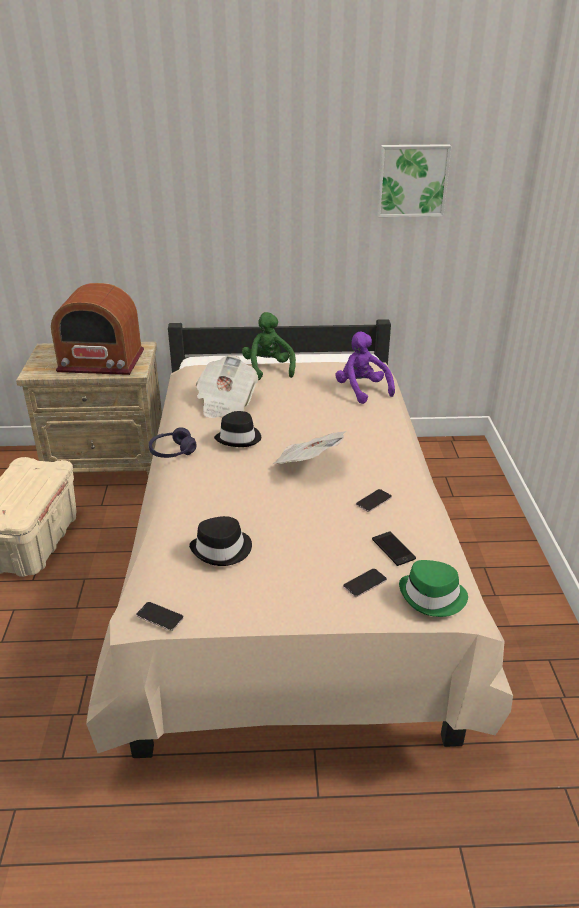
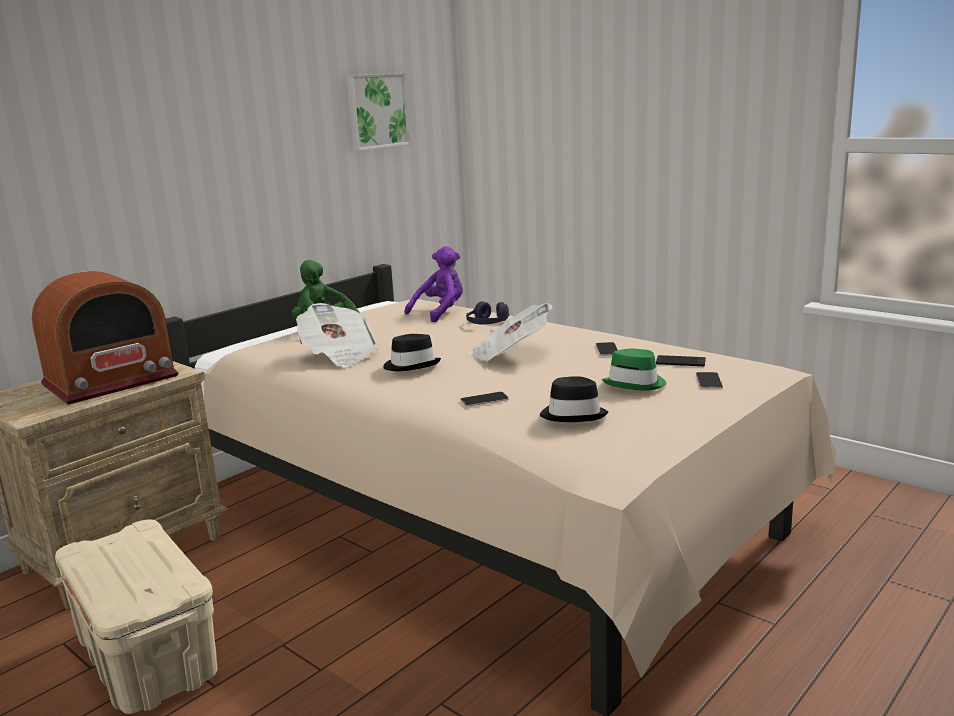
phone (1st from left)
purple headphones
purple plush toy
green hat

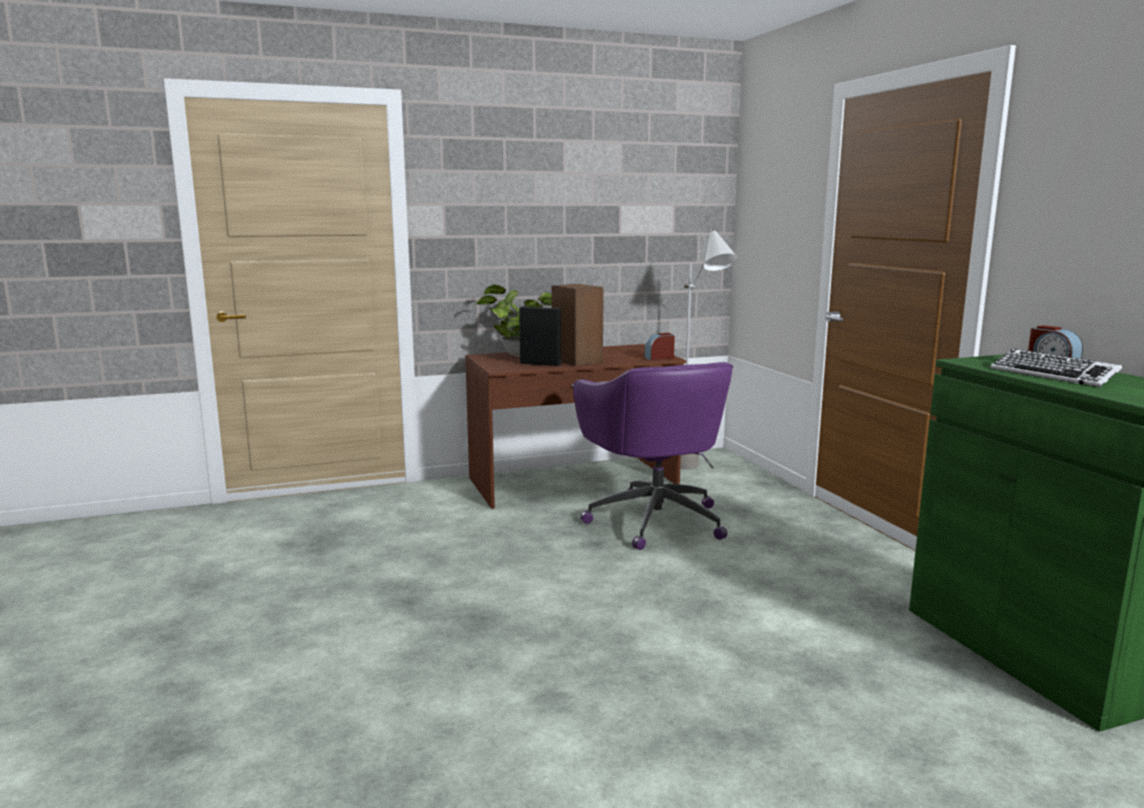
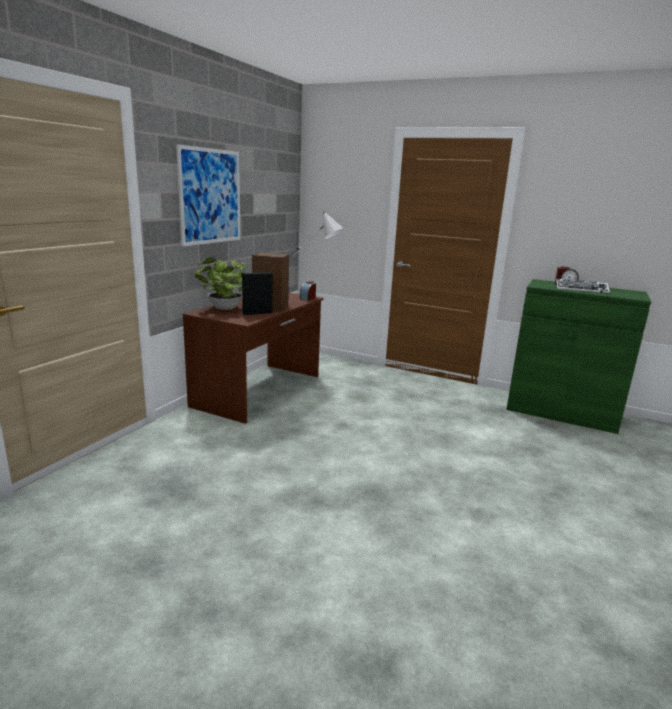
purple office chair
picture

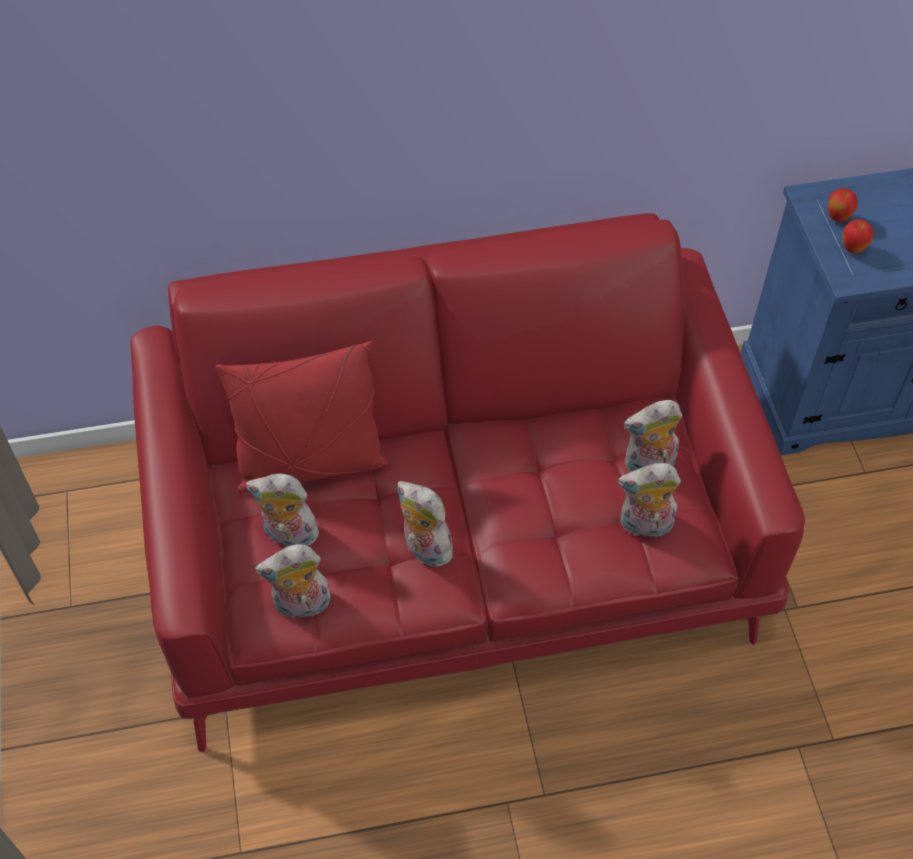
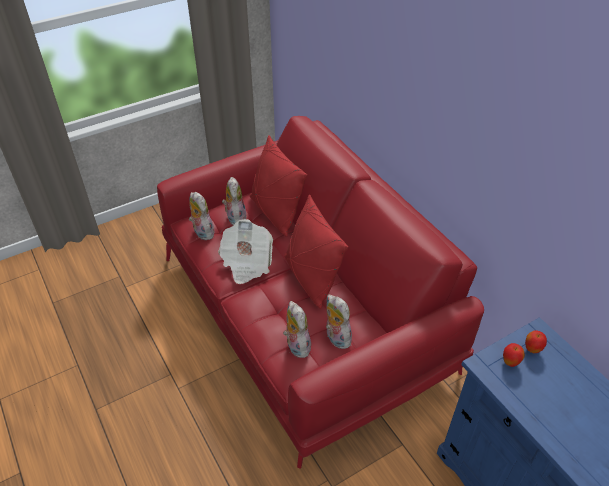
newspaper
red pillow (2nd from left)

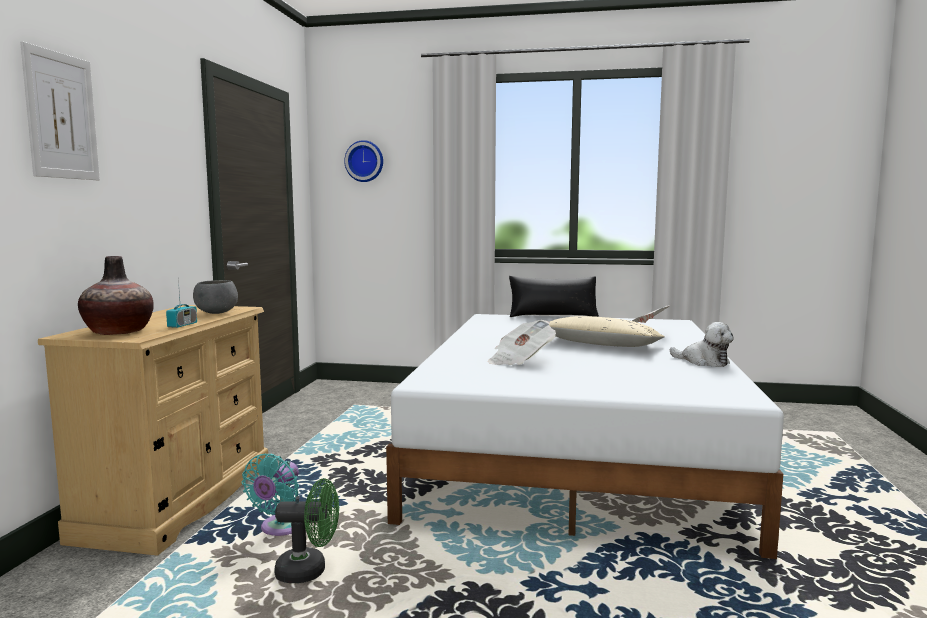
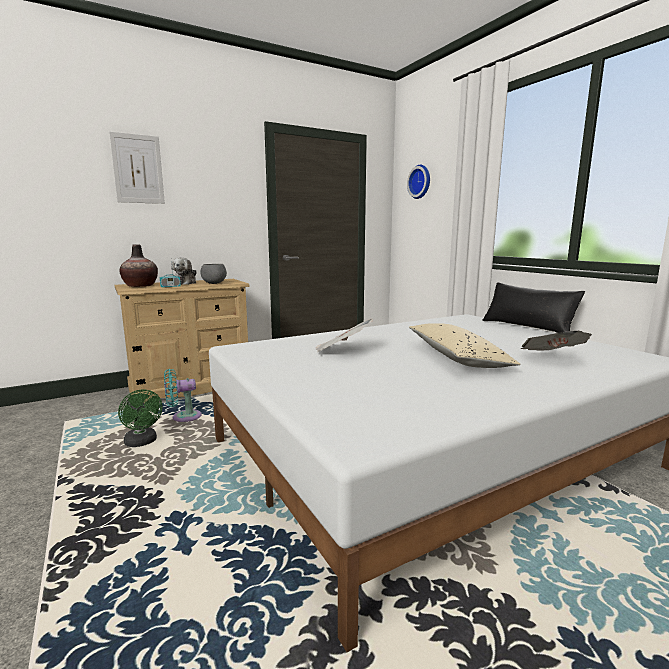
plush toy

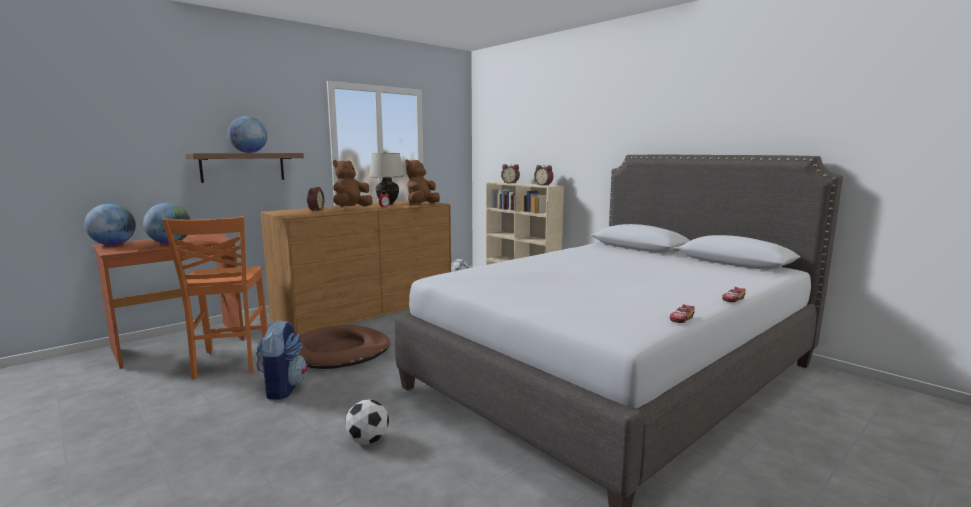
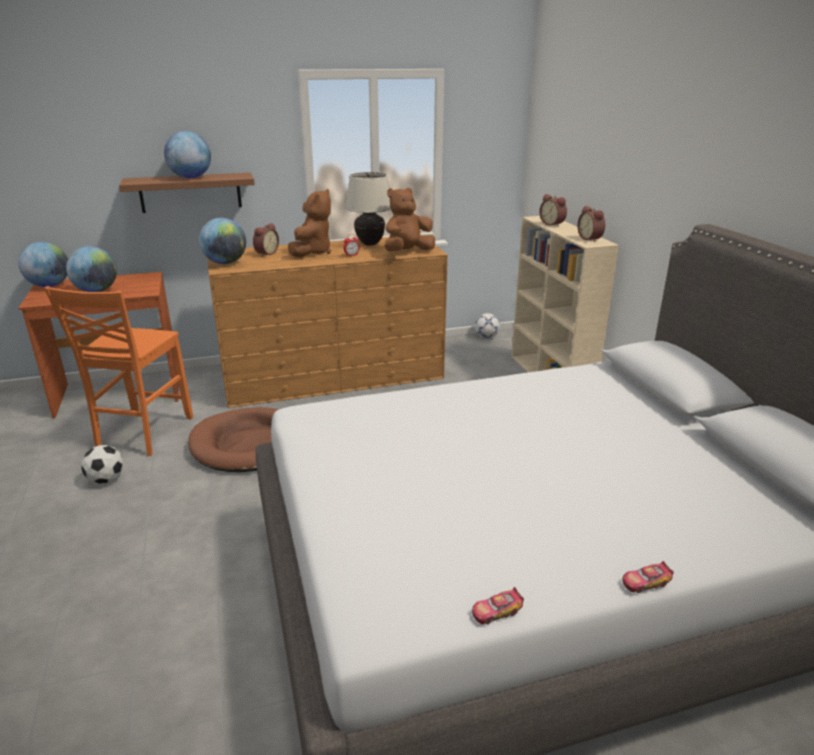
backpack
brown plush toy (1st from left)
football (1st from left)
globe (4th from left)

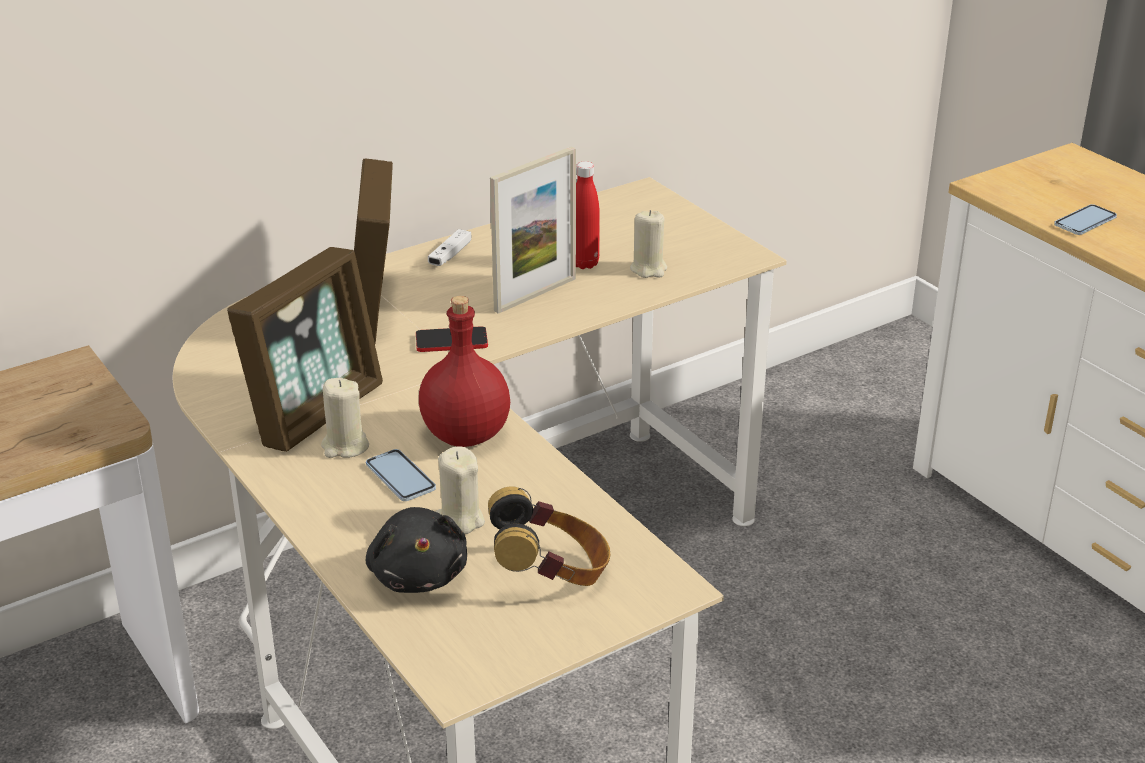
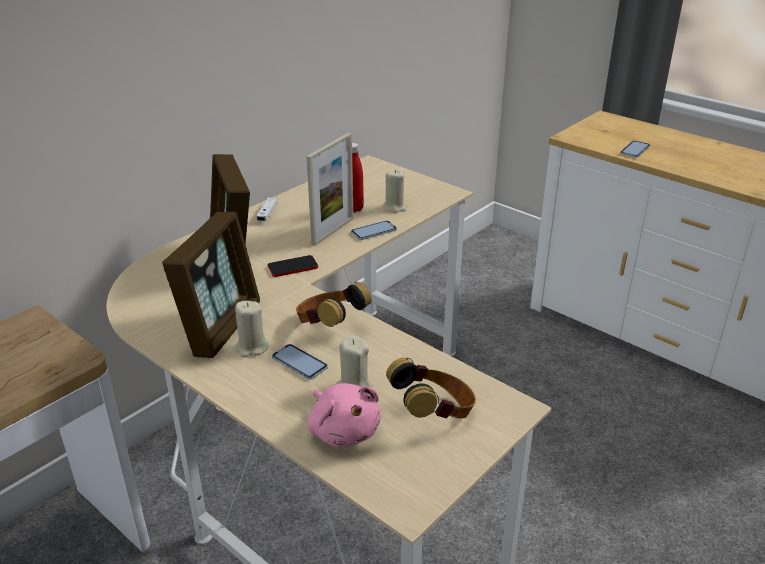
pink plush toy
headphones (1st from left)
phone (3rd from left)

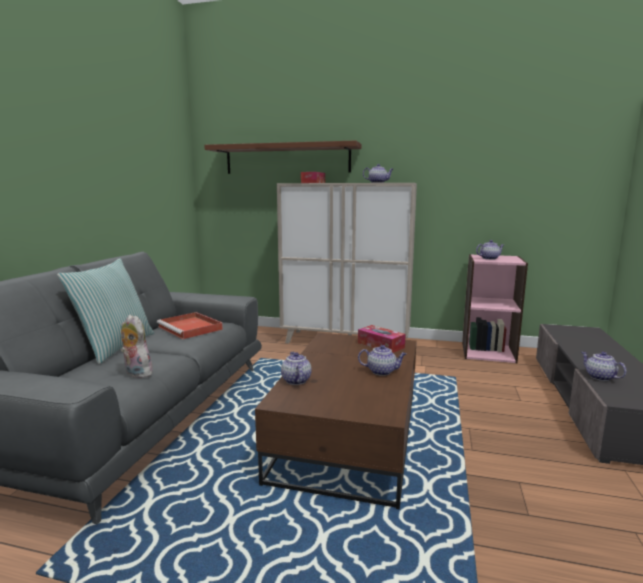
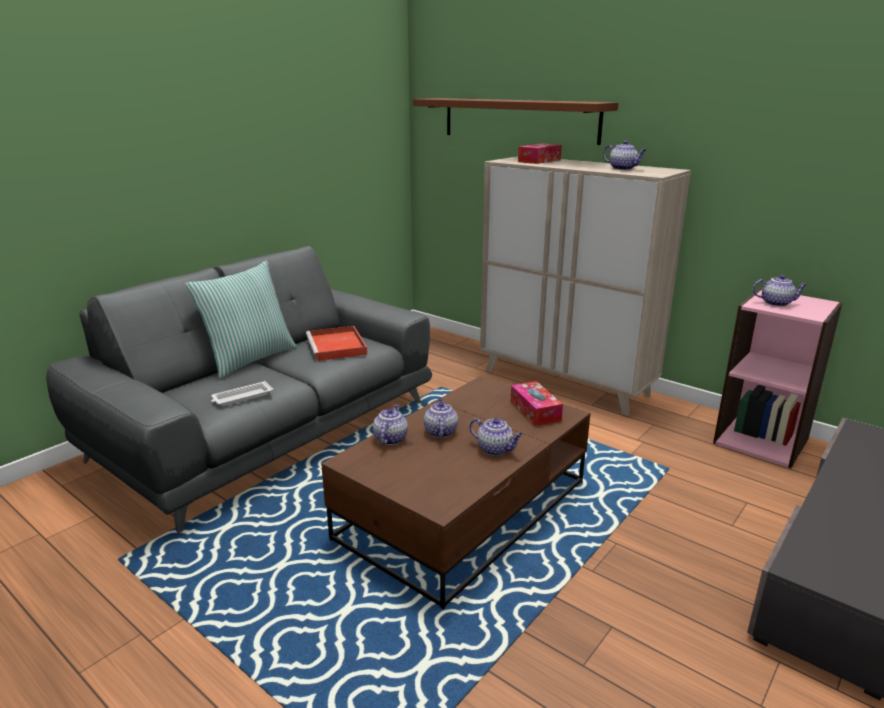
white tray
teapot (2nd from left)

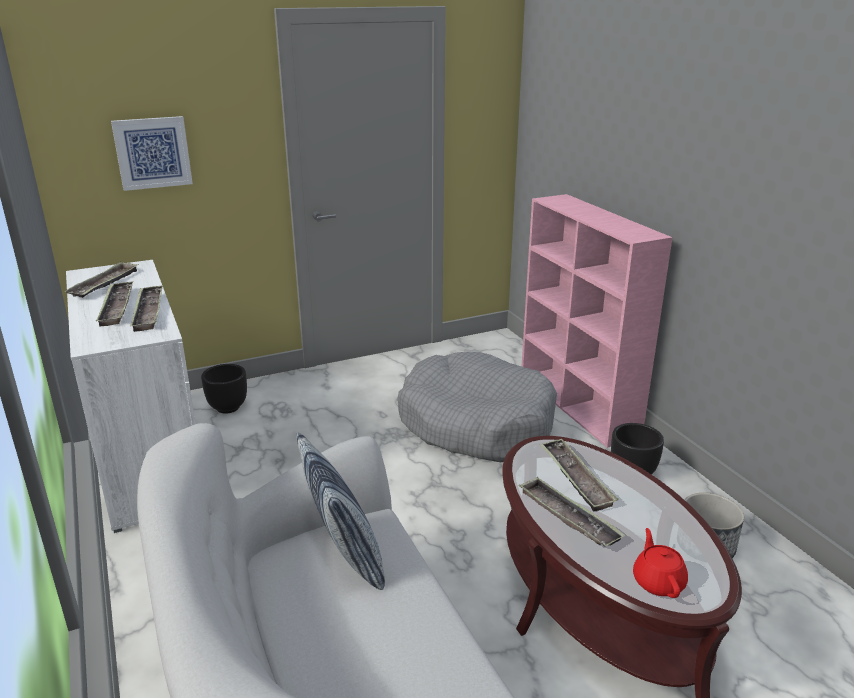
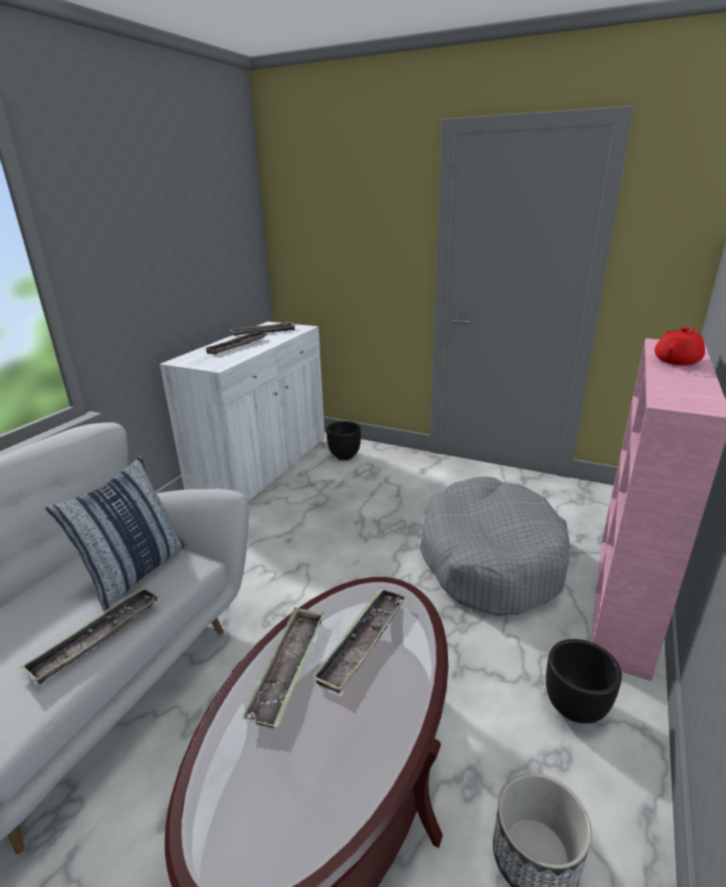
picture
tray (1st from left)
red teapot

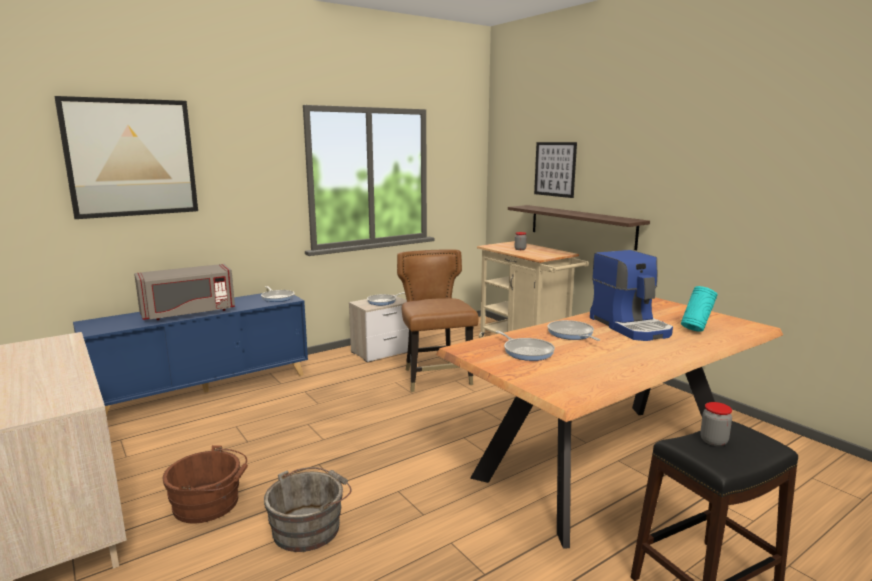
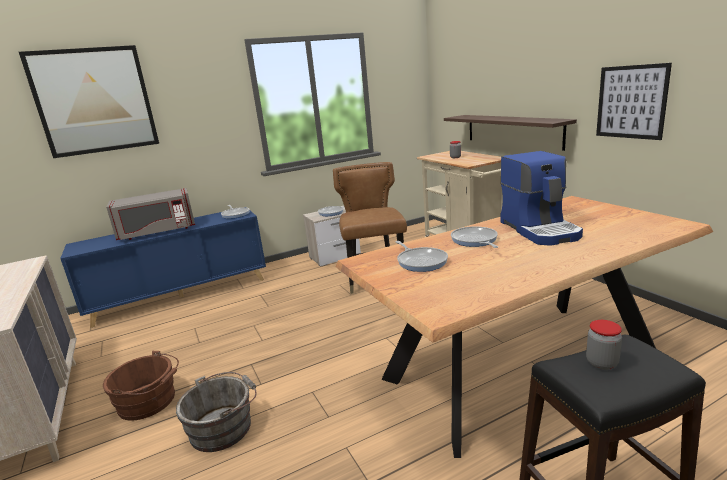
picture (2nd from left)
turquoise vase

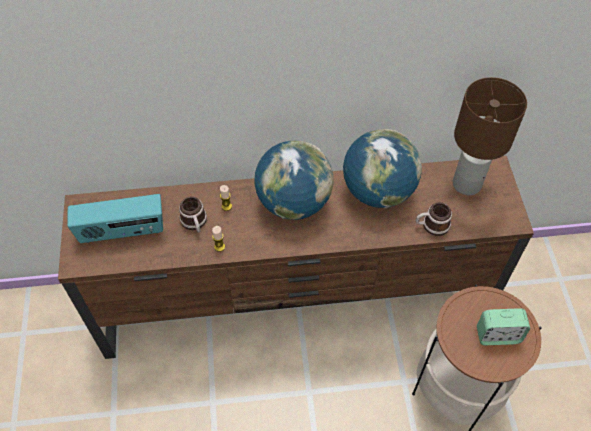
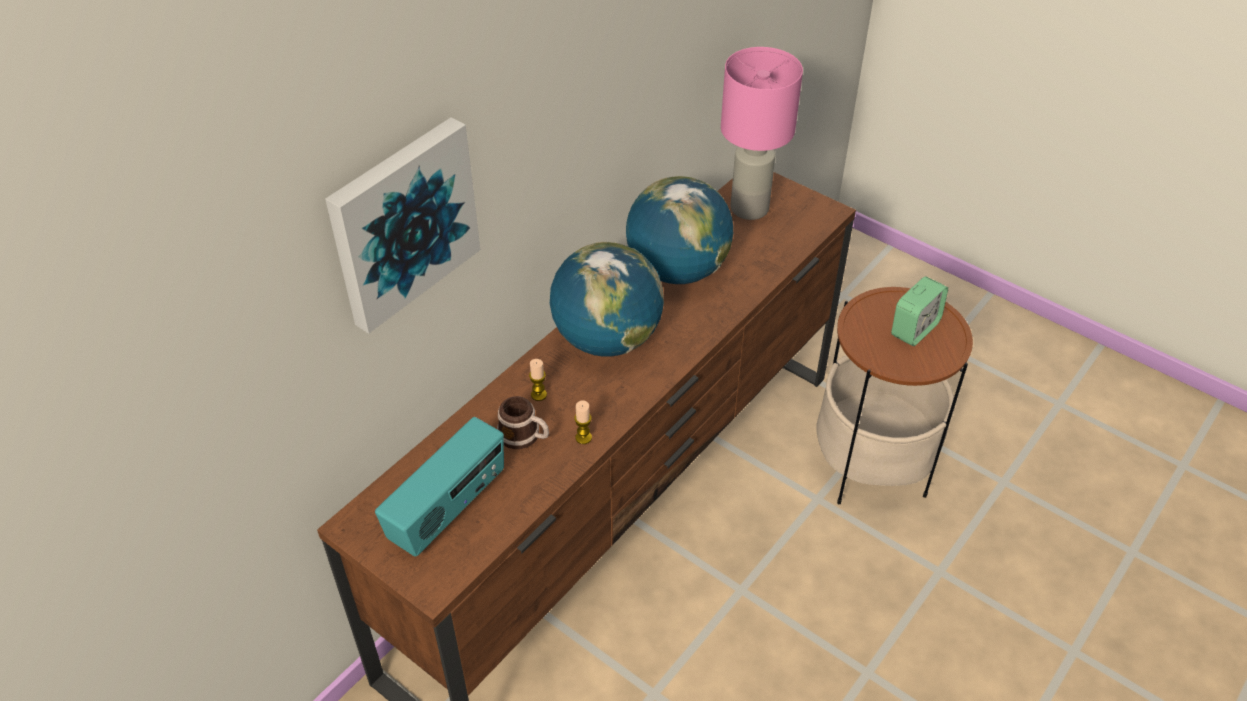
mug (2nd from left in the first image)
pink table lamp
picture

